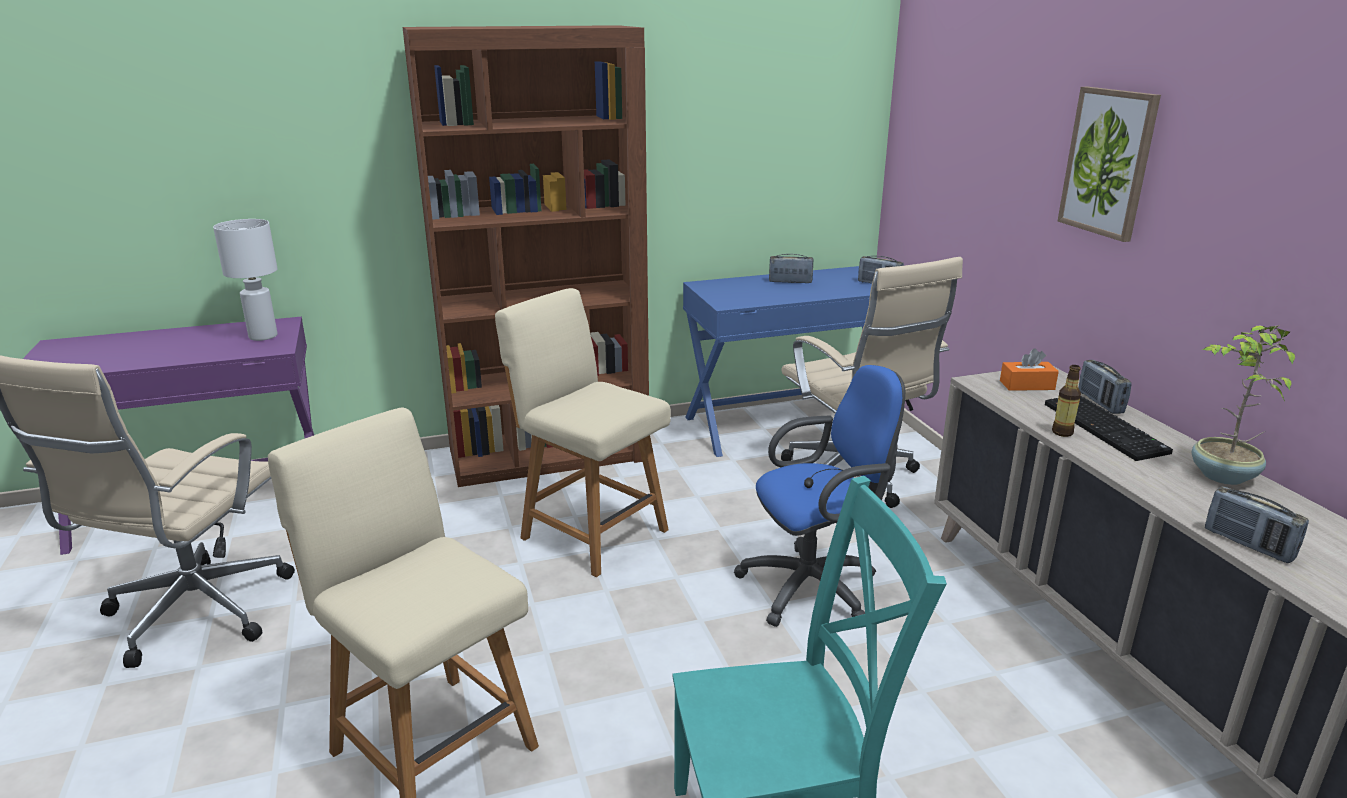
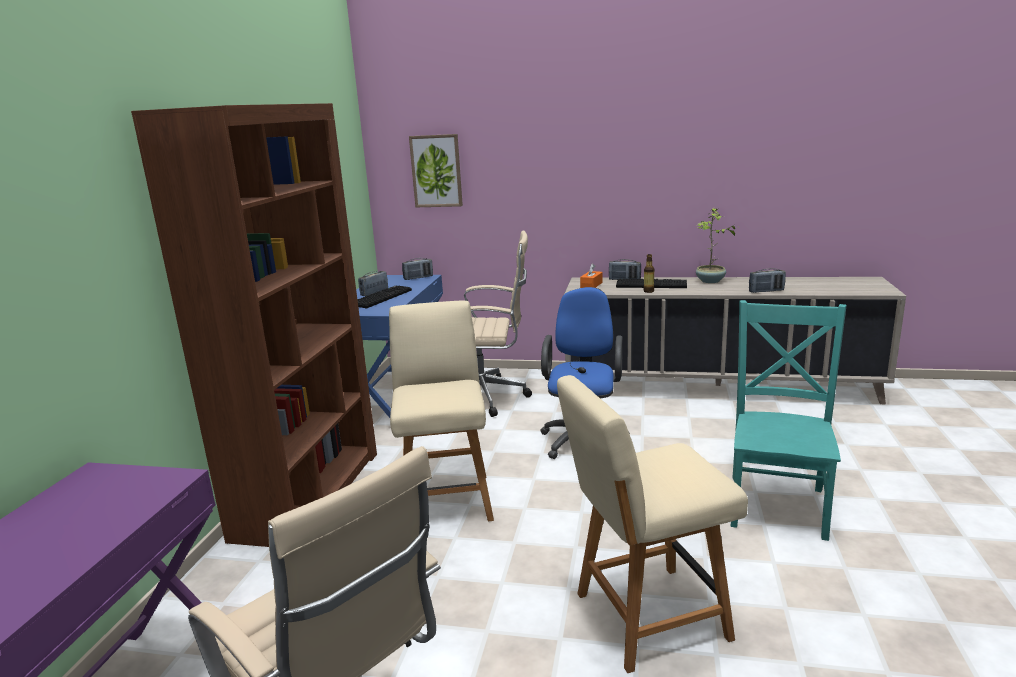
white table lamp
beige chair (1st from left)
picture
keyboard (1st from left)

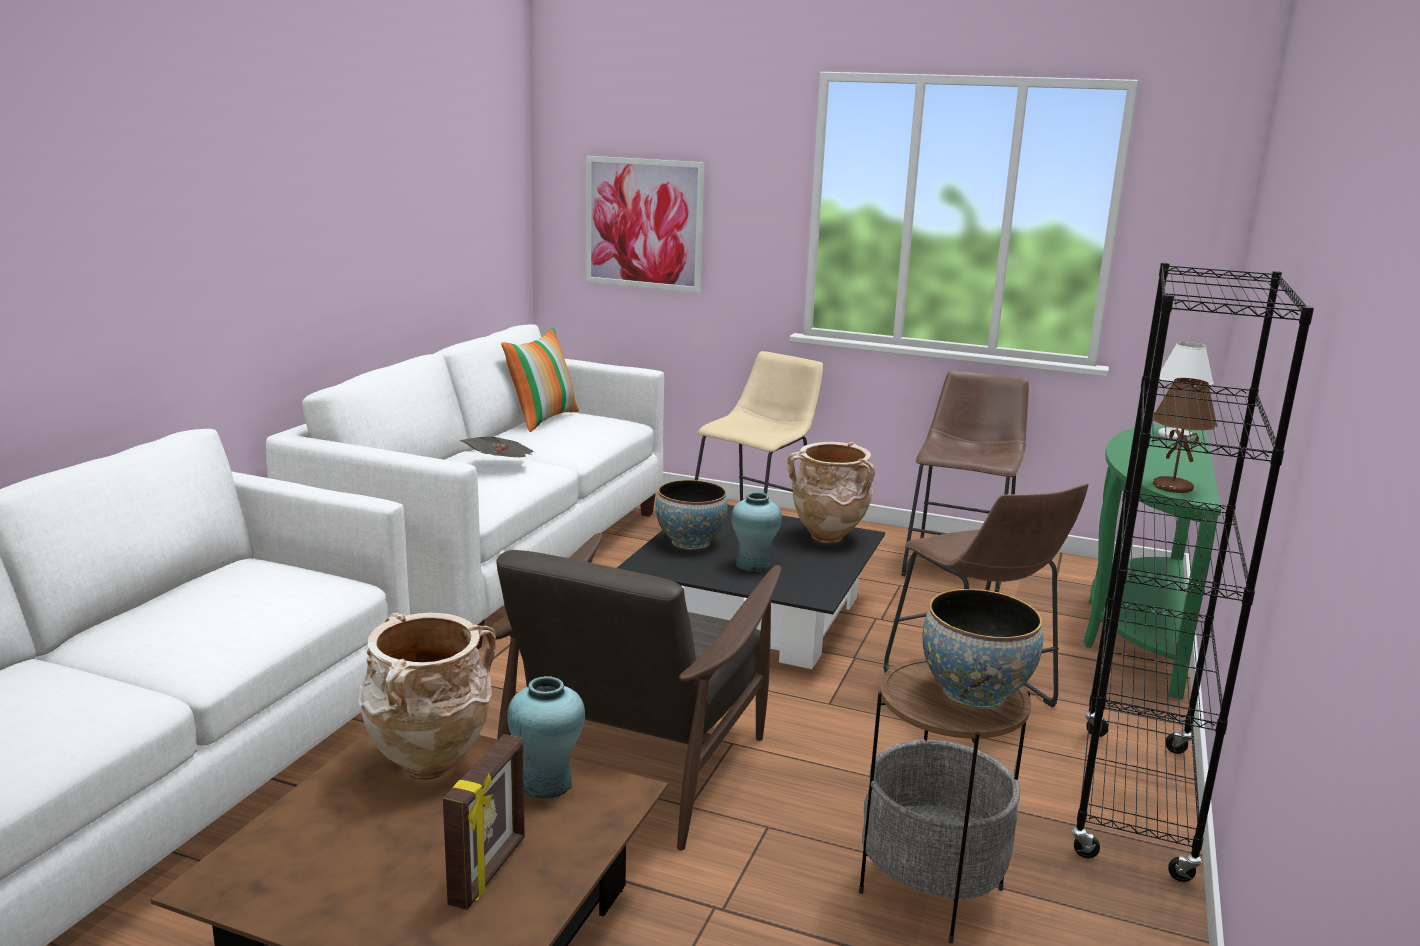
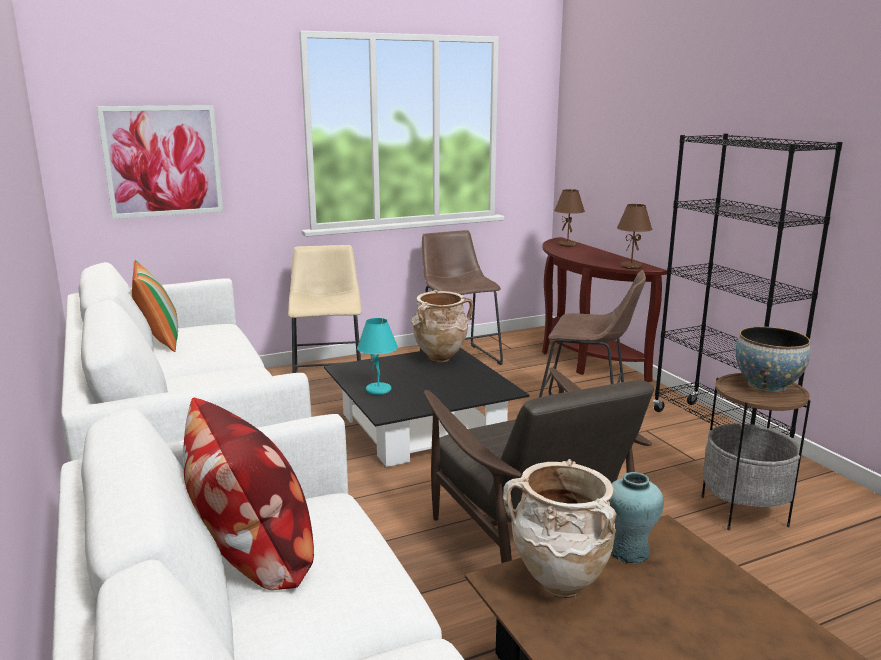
picture frame
newspaper
turquoise table lamp
turquoise vase (2nd from left in the first image)
brown console table
brown table lamp (1st from left)
pillow (2nd from left)

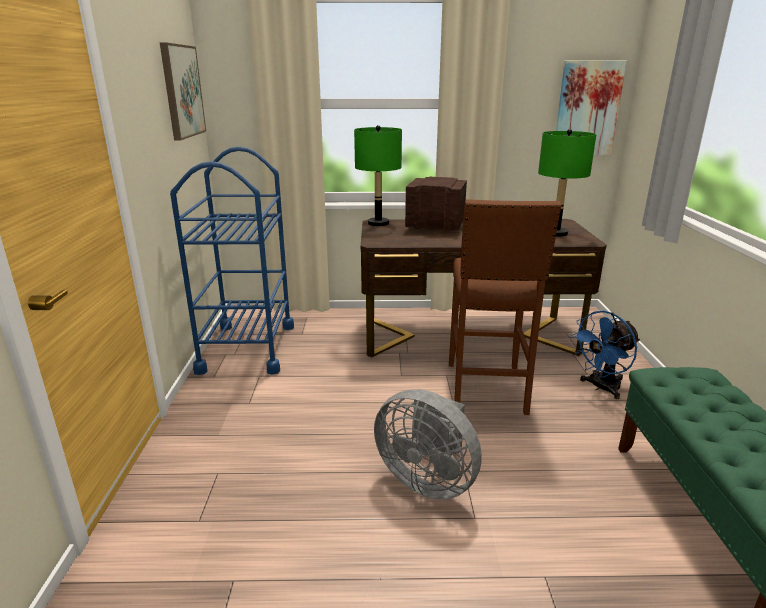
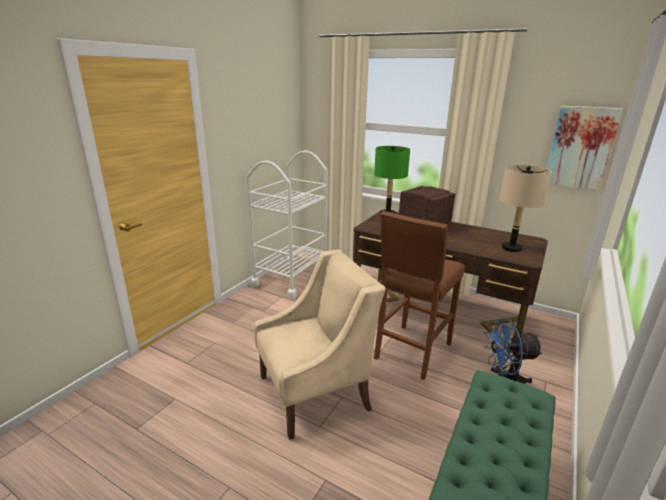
picture (1st from left in the first image)
white cart
beige armchair
beige table lamp

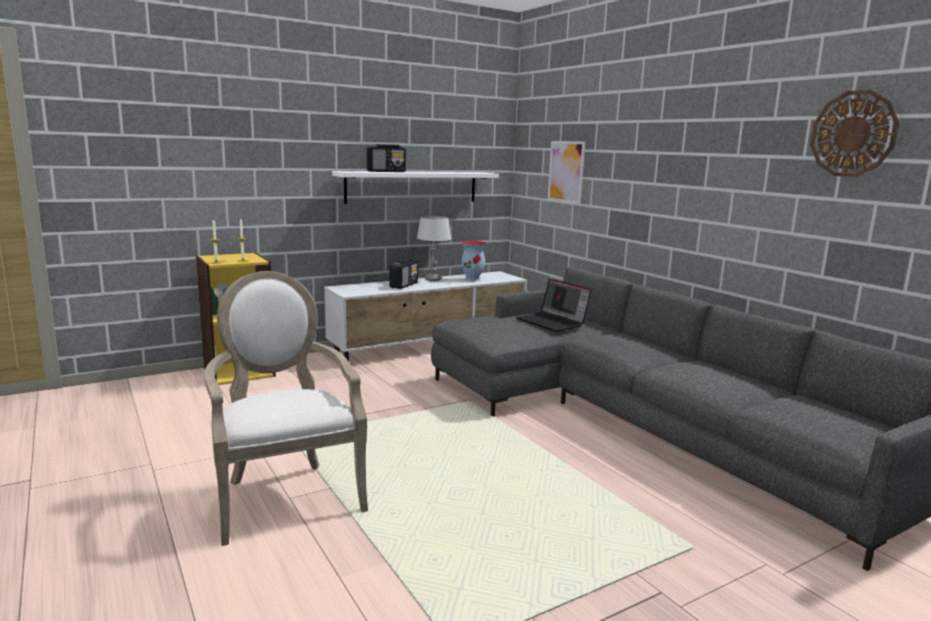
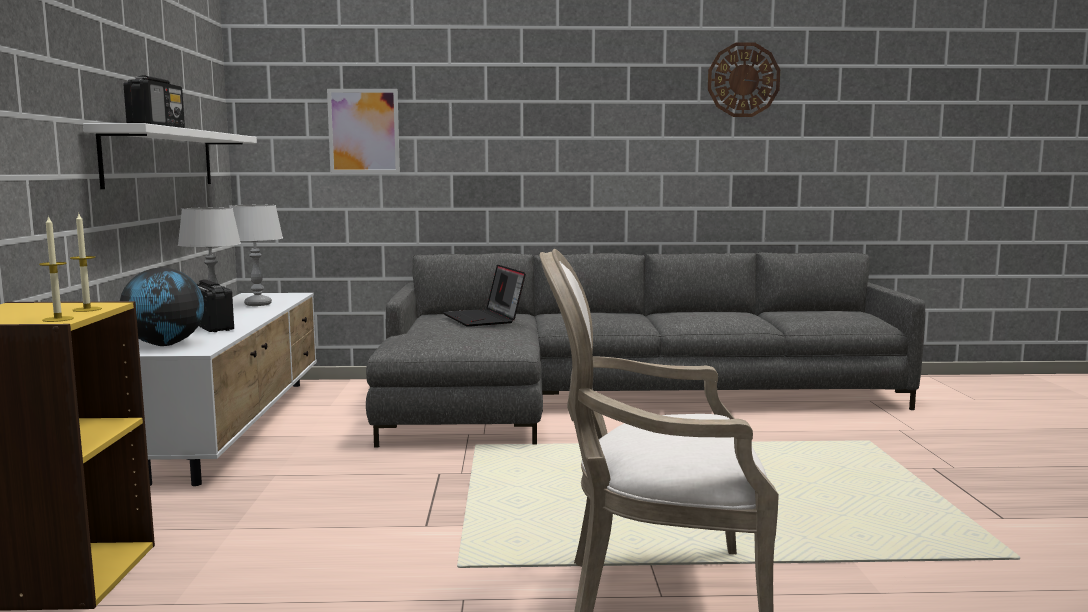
grey table lamp (2nd from left)
laptop
globe

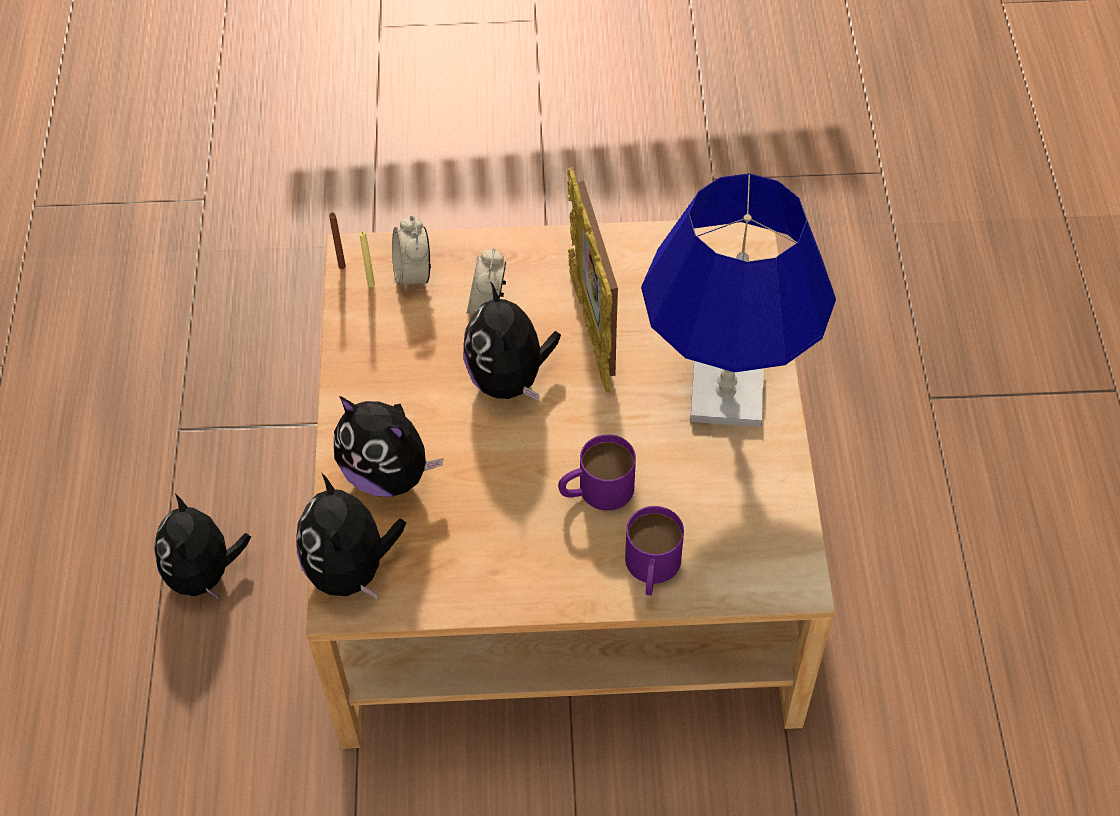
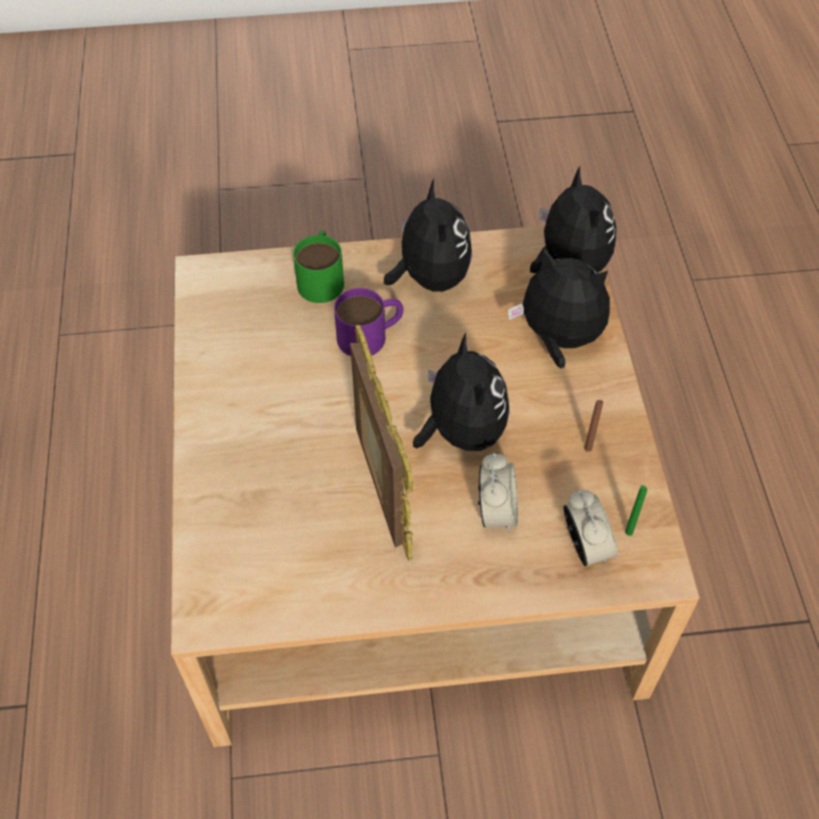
plush toy (1st from left)
brown candle
green candle
green mug
blue table lamp

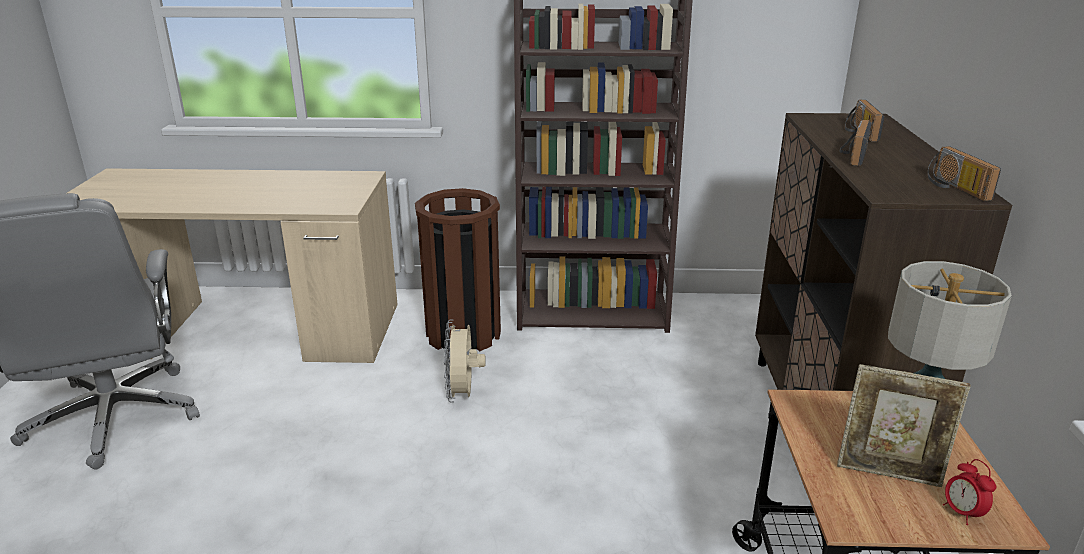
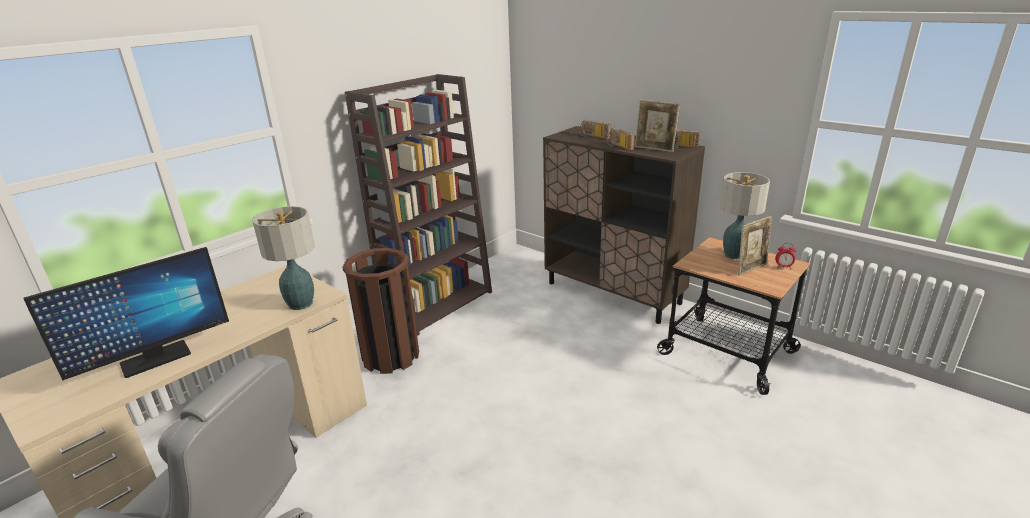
beige fan
monitor
table lamp (1st from left)
picture frame (1st from left)

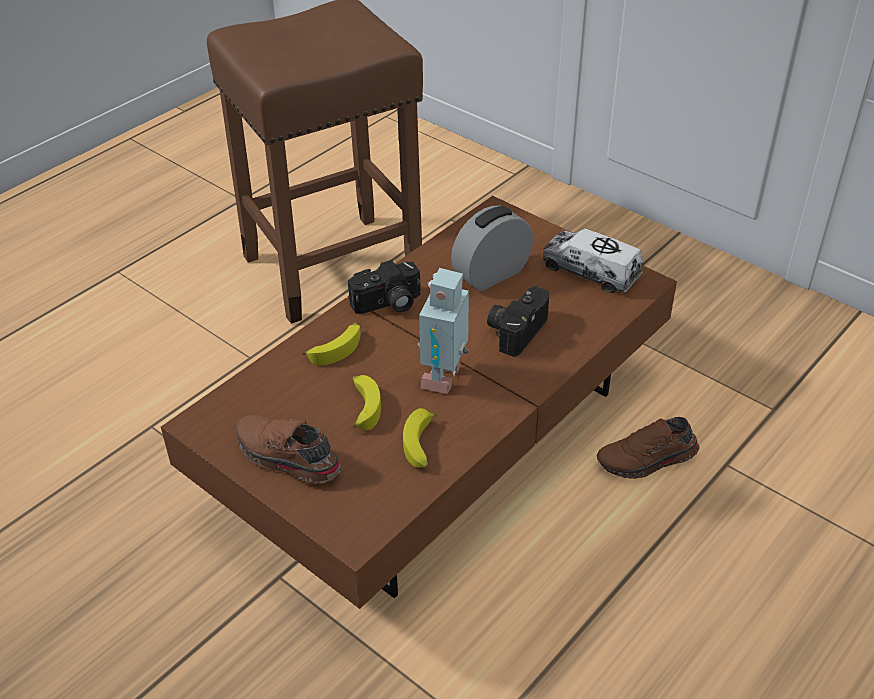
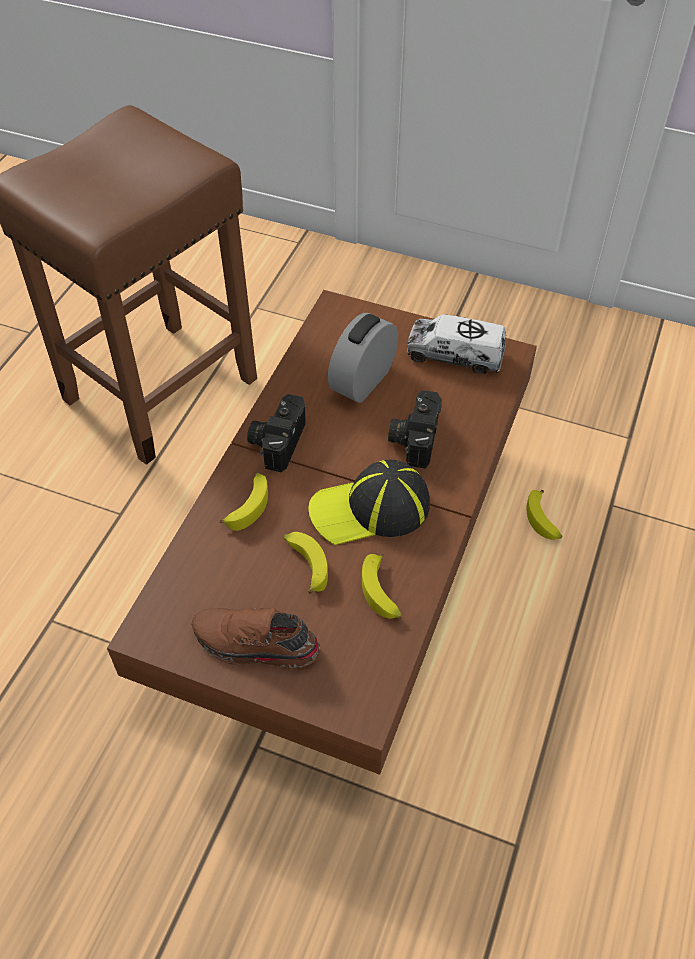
photo camera (1st from left)
cap
banana (4th from left)

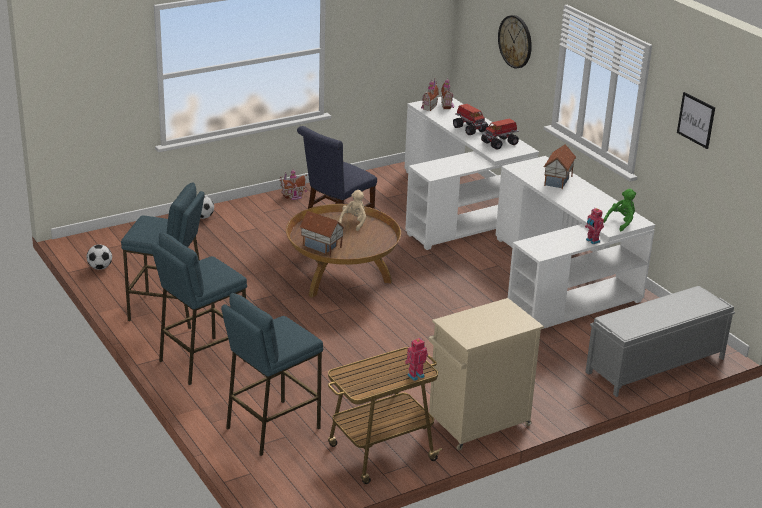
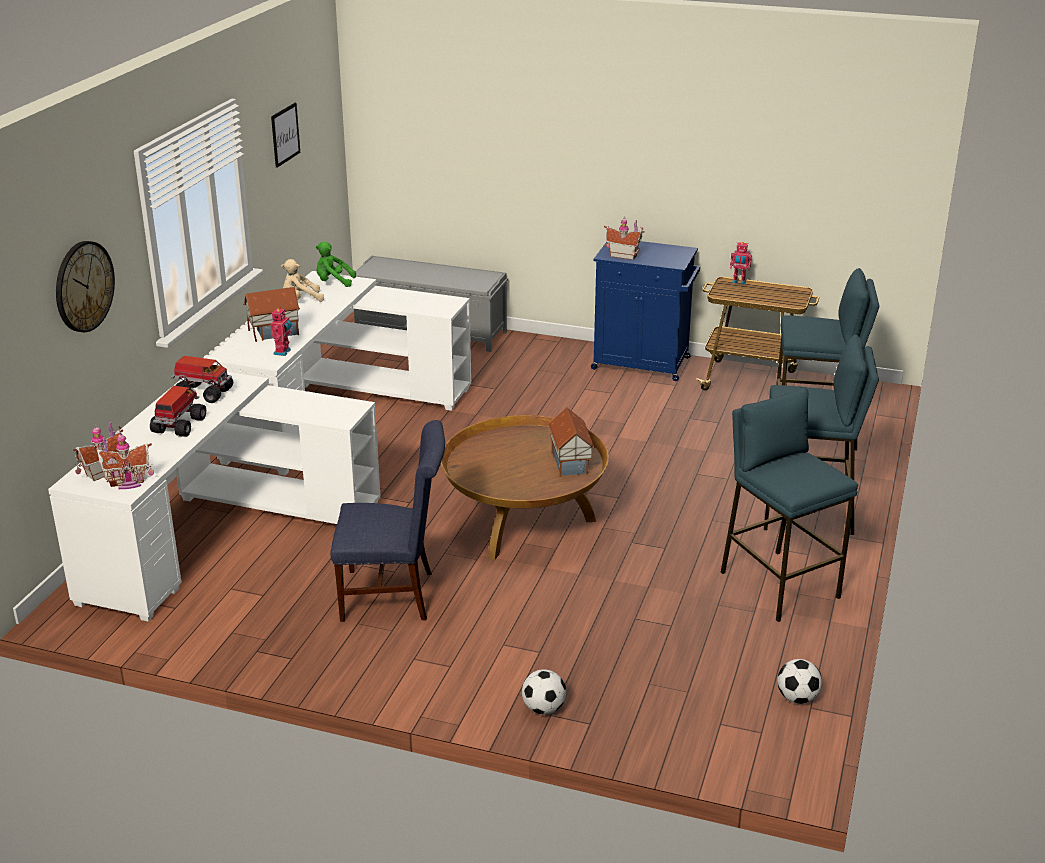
toy house (5th from left)
beige plush toy
blue cabinet
toy robot (1st from left)

